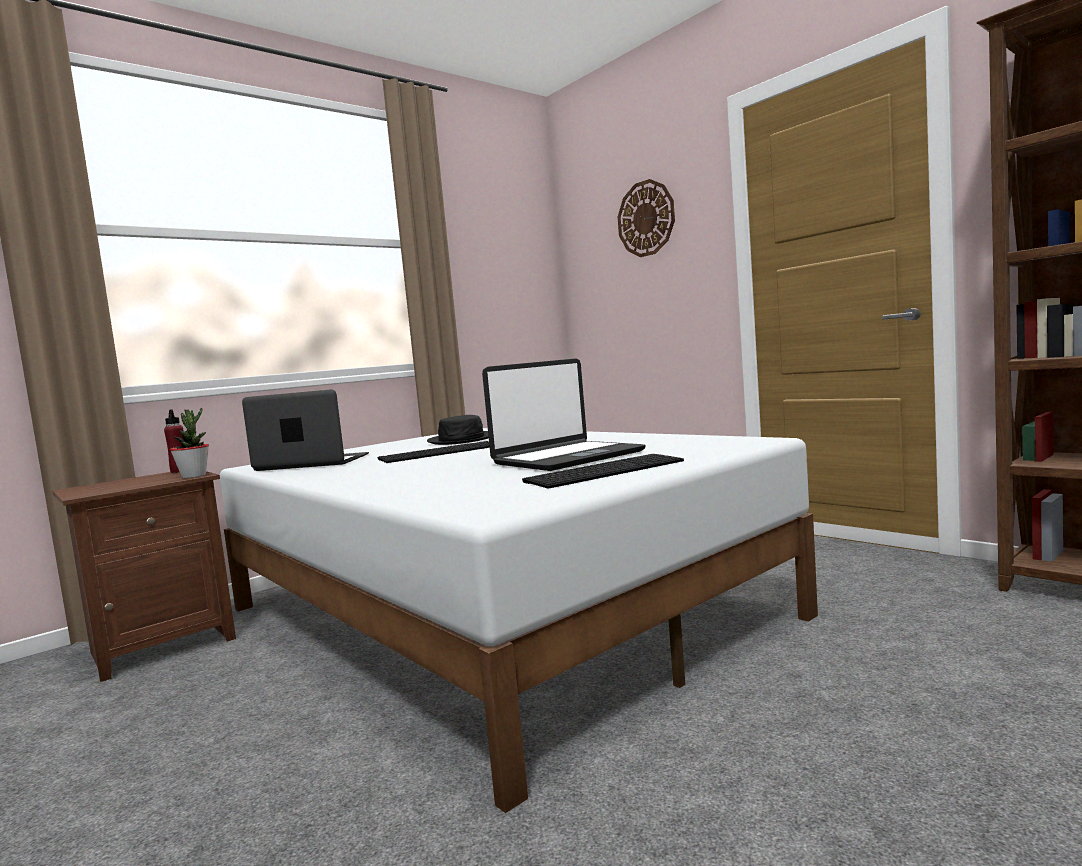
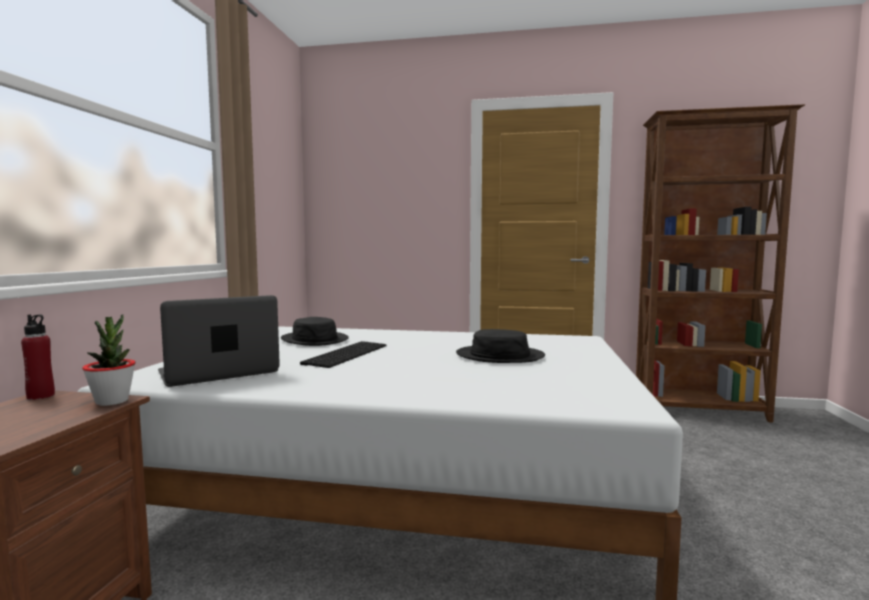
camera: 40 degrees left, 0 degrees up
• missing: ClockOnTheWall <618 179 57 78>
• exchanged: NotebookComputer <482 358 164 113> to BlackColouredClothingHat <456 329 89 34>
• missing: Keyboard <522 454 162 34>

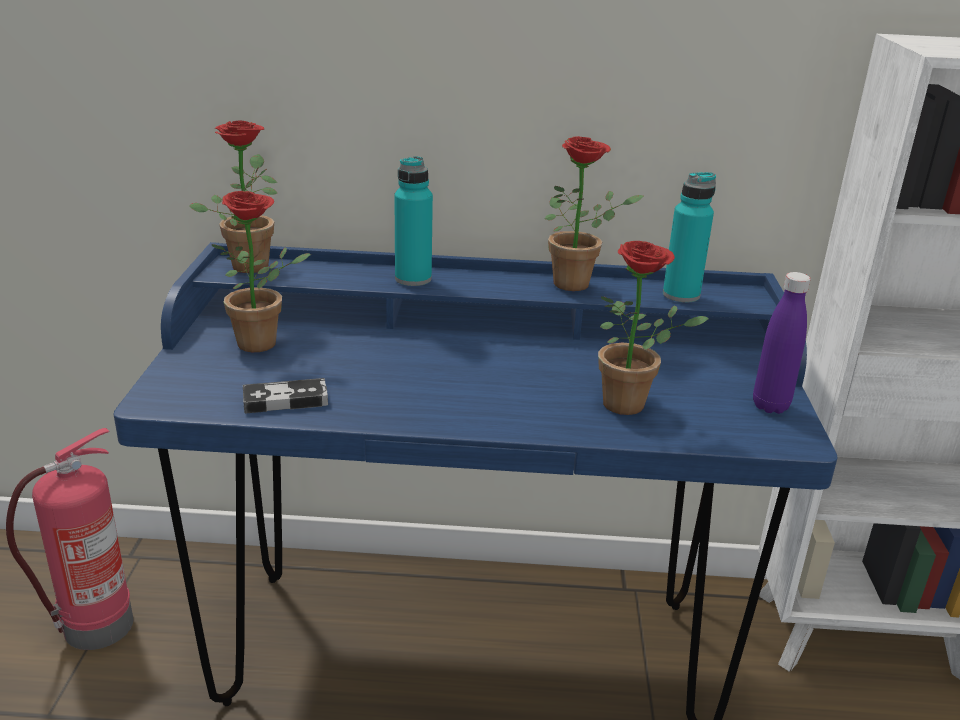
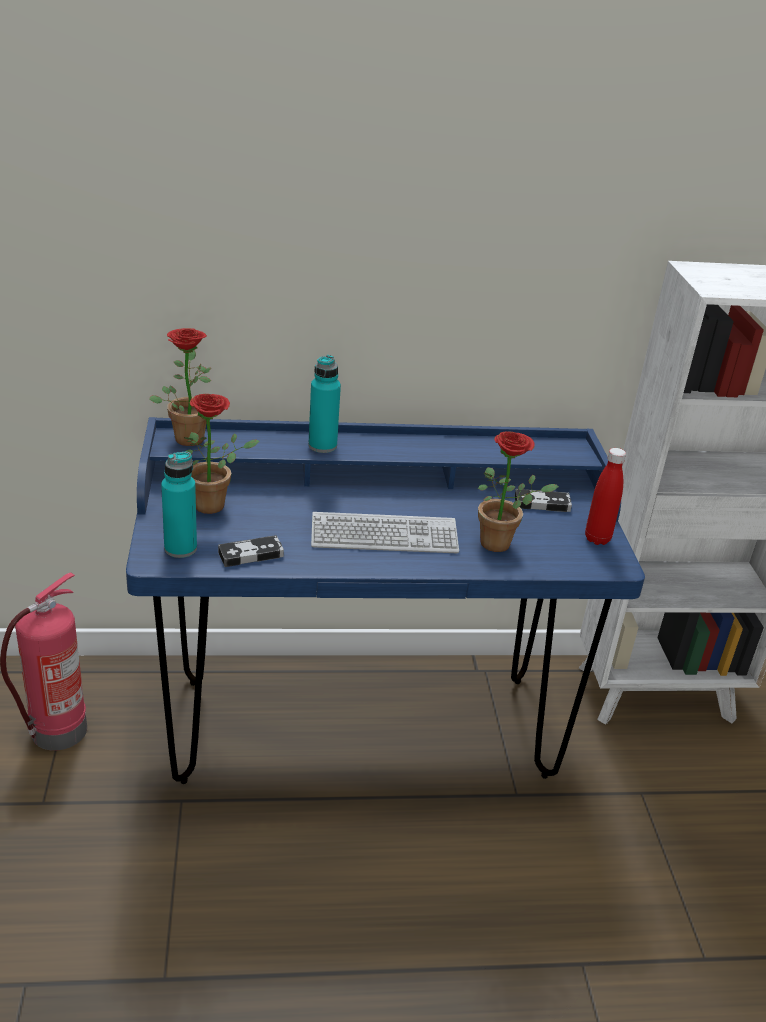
camera: 10 degrees left, 5 degrees up
• missing: Houseplant <545 136 99 155>
• relocated: BlueGreenBottle <663 172 53 131> to <161 452 36 106>
• colour: PurplishBottle <753 272 58 142> to ReddishBottle <585 448 41 97>
• appeared: Joypad <515 489 57 23>
• appeared: Keyboard <311 512 148 41>

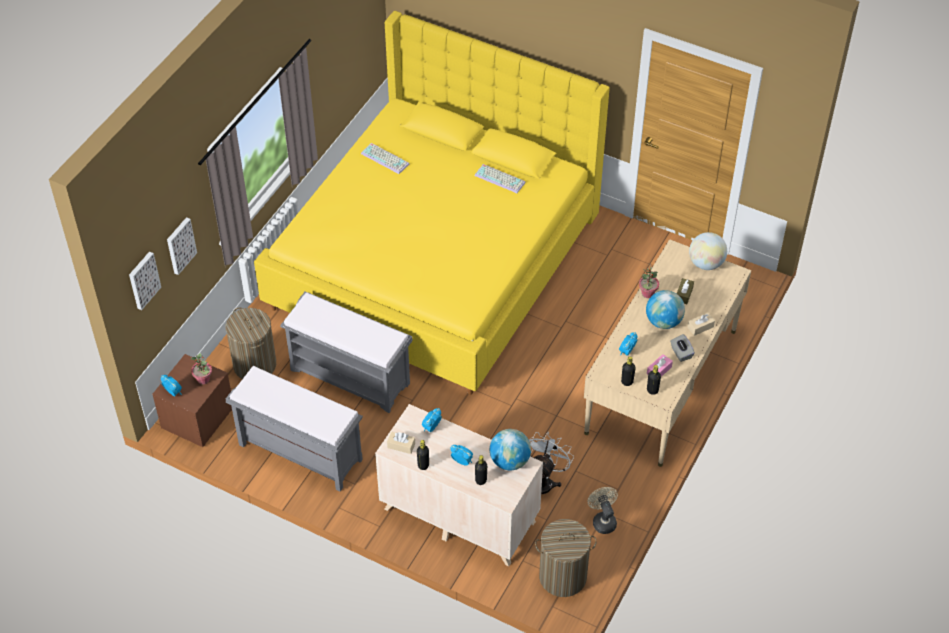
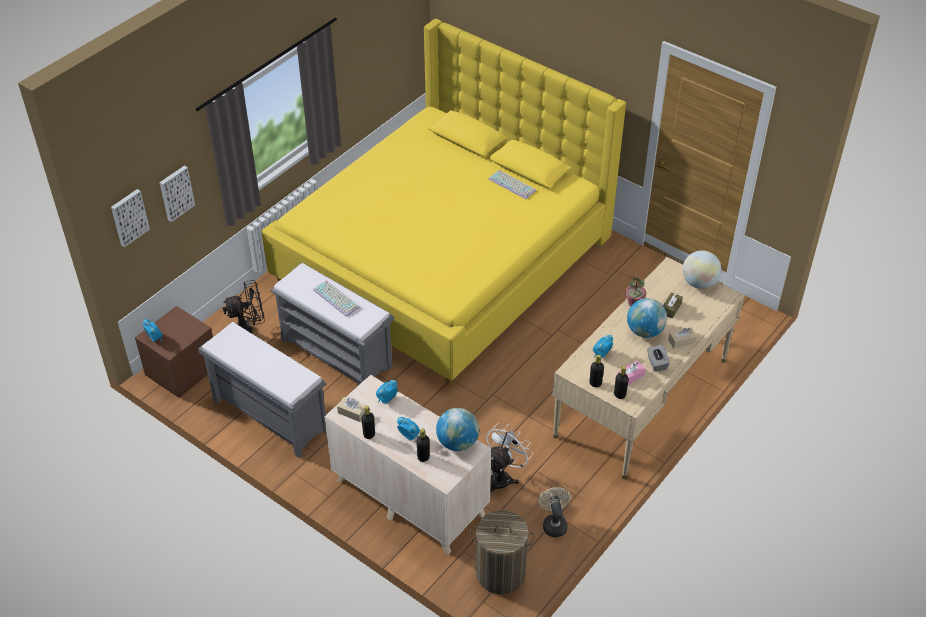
camera: 10 degrees right, 5 degrees down
• relocated: Keyboard <361 143 48 31> to <313 280 47 37>
• exchanged: LaundryBasket <226 307 50 72> to BlackColouredFan <222 280 43 54>
• missing: Houseplant <191 353 21 31>

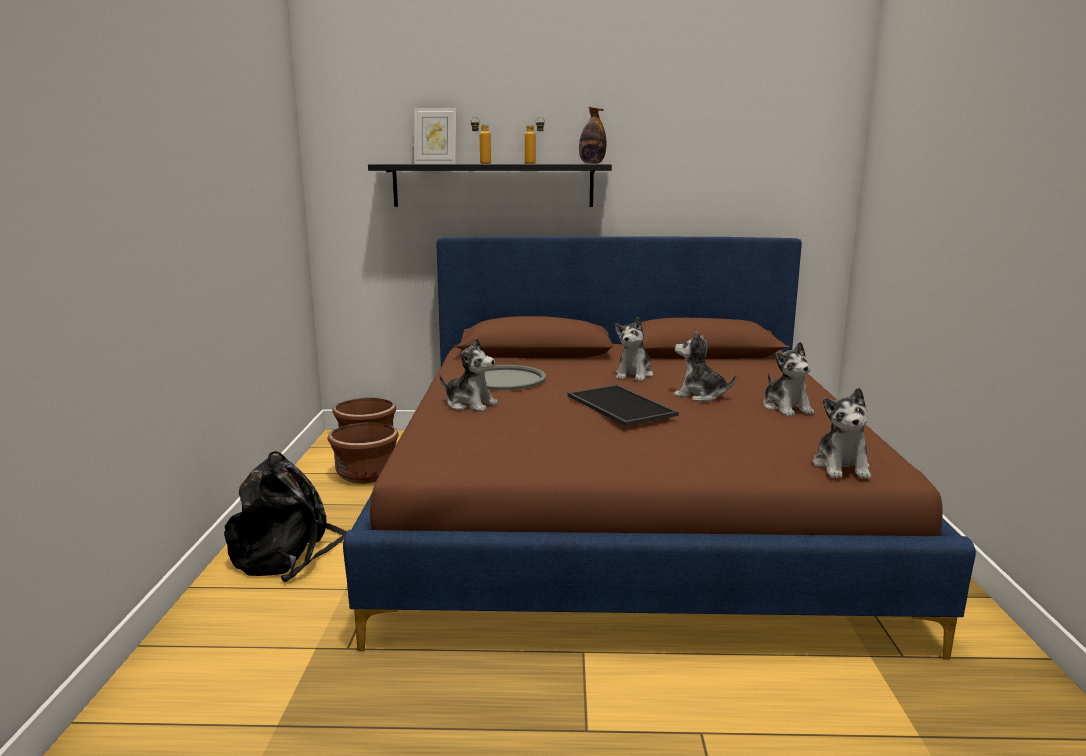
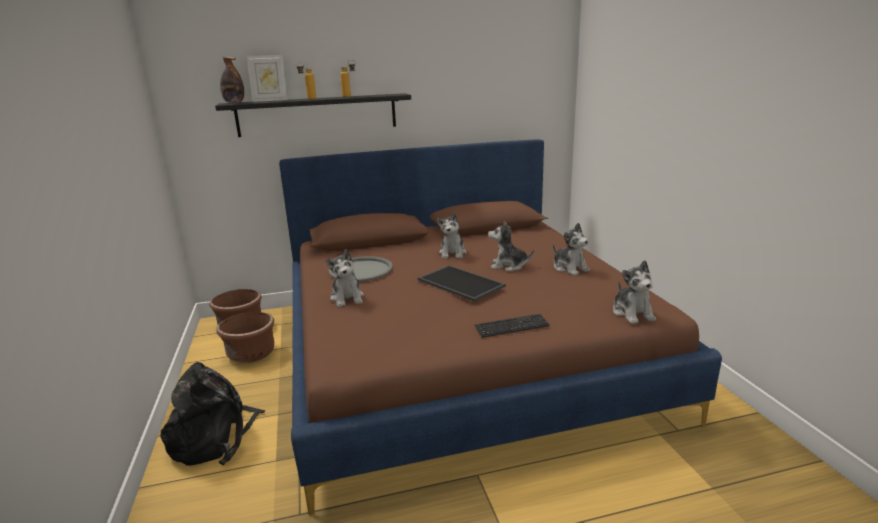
camera: 15 degrees left, 5 degrees up
• relocated: Bottle <579 107 27 57> to <220 57 24 46>
• spun: SoftToy <439 338 59 74> = <326 249 38 58> 60 degrees clockwise
• appeared: Keyboard <474 314 76 24>

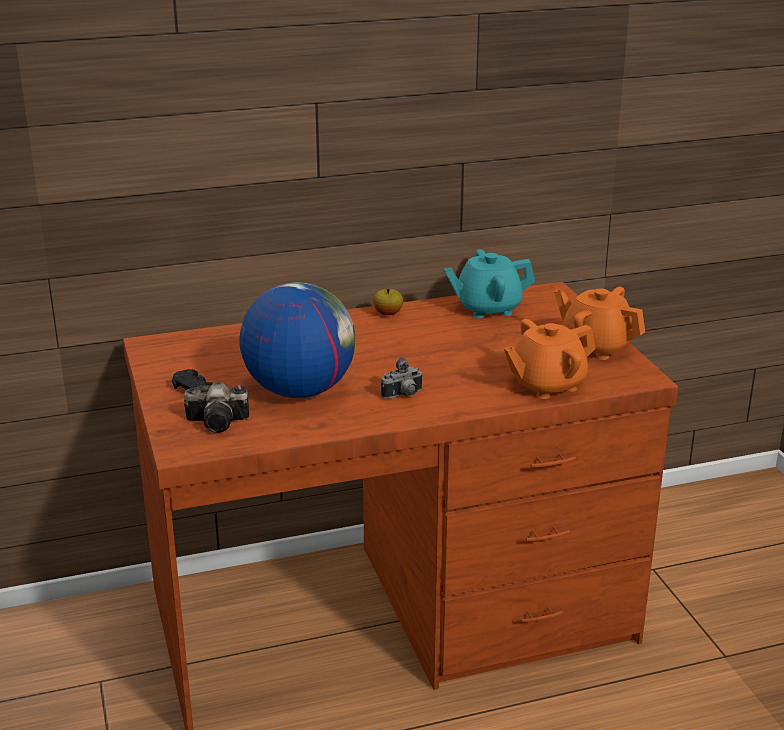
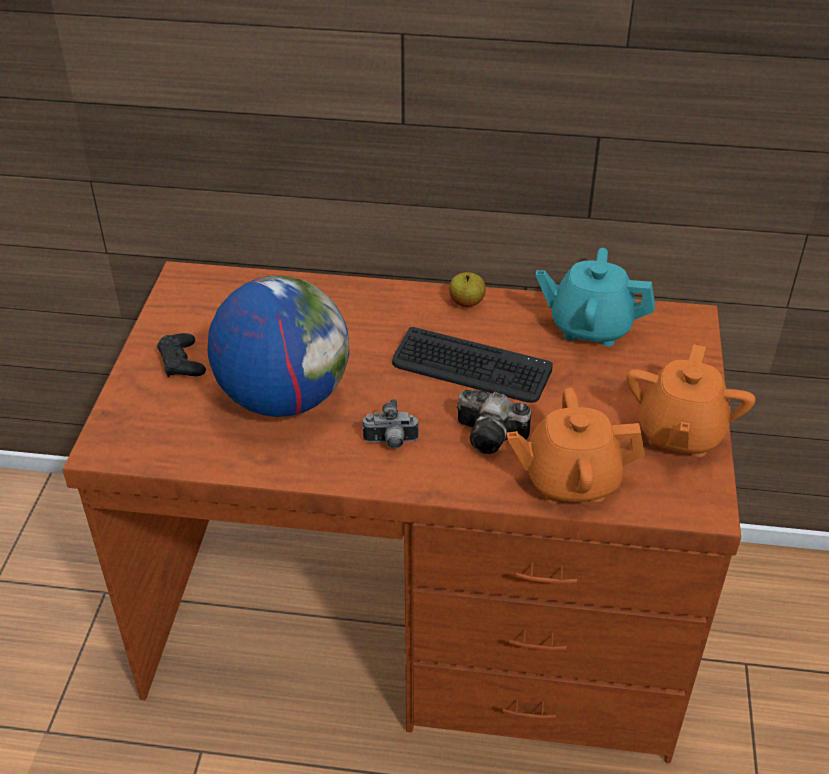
camera: 25 degrees right, 15 degrees up
• spun: OrangePotForTea <554 287 91 73> = <627 344 128 113> 135 degrees counterclockwise
• relocated: PhotoCamera <184 382 65 51> to <457 390 74 64>
• appeared: Keyboard <392 327 161 76>

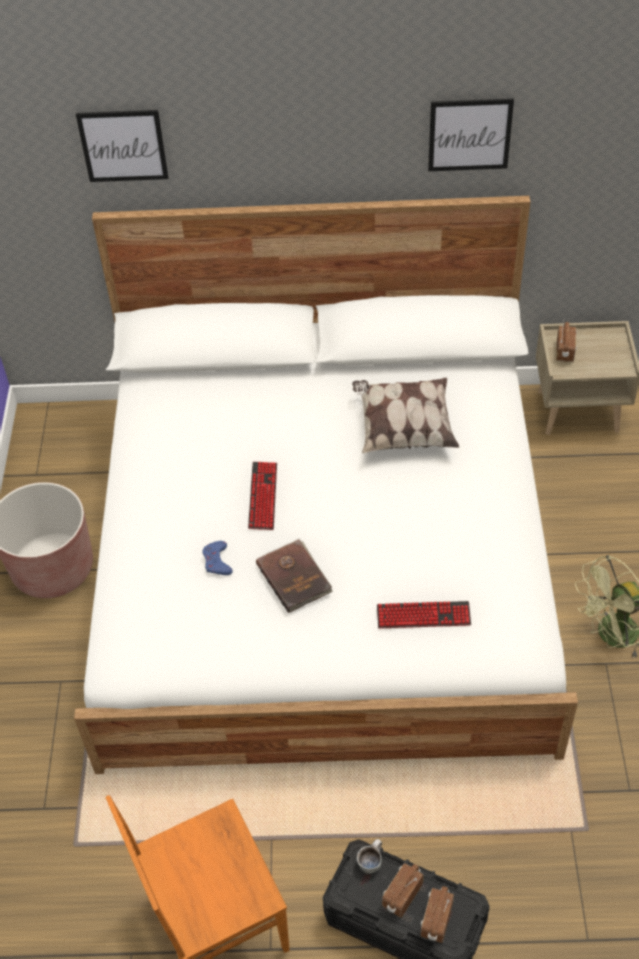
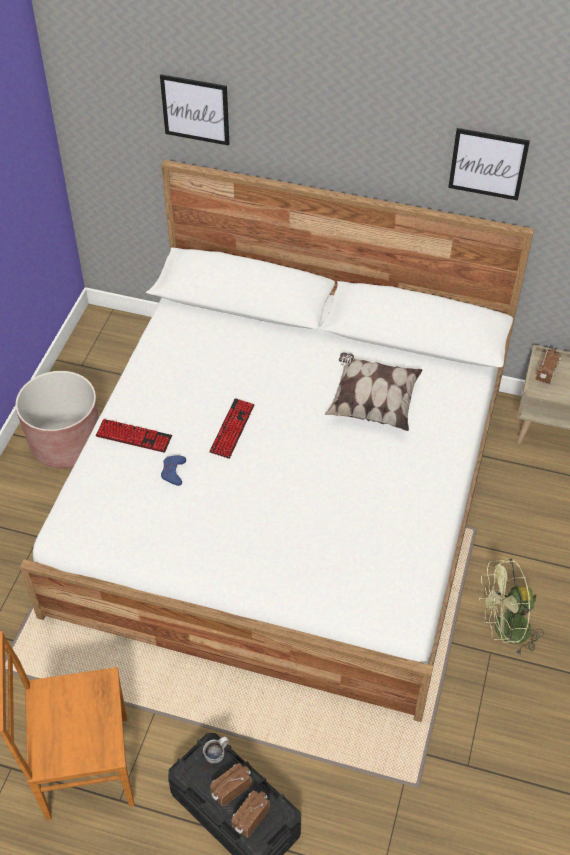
camera: 15 degrees right, 0 degrees up
• missing: BrownBook <256 539 77 74>
• relocated: Keyboard <377 601 94 27> to <96 419 76 34>

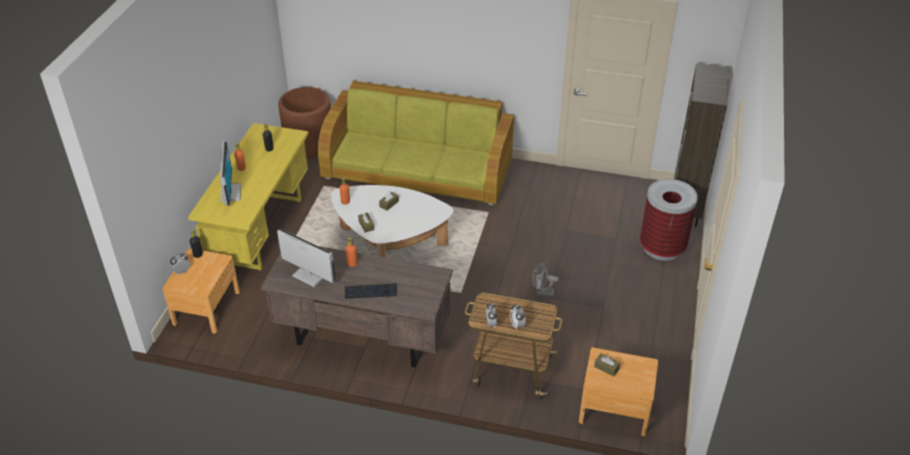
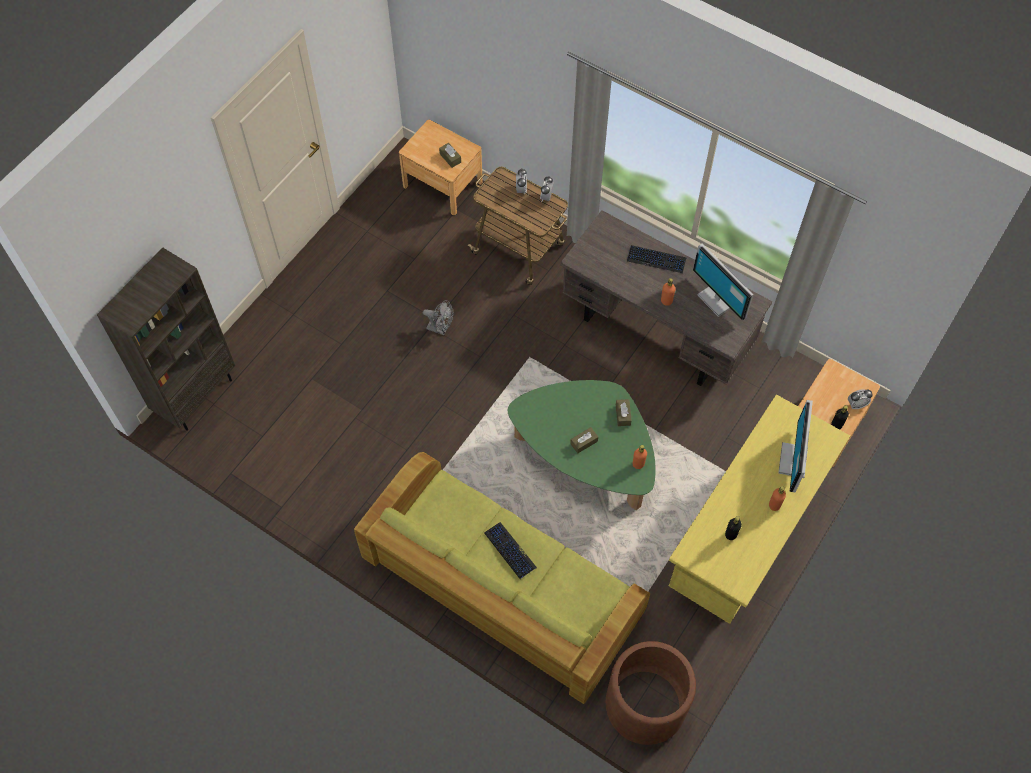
camera: 160 degrees left, 20 degrees up
• missing: TrashCan <640 179 58 82>
• colour: WhiteLowTable <331 185 122 73> to GreenLowTable <508 380 148 130>
• appeared: Keyboard <484 522 53 58>

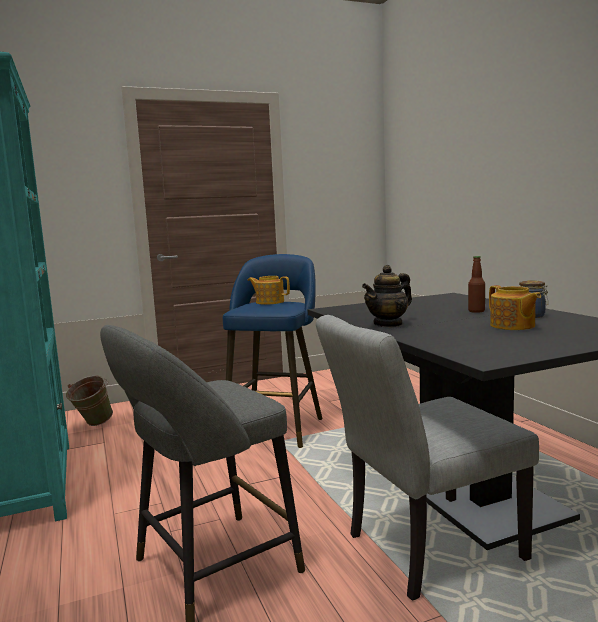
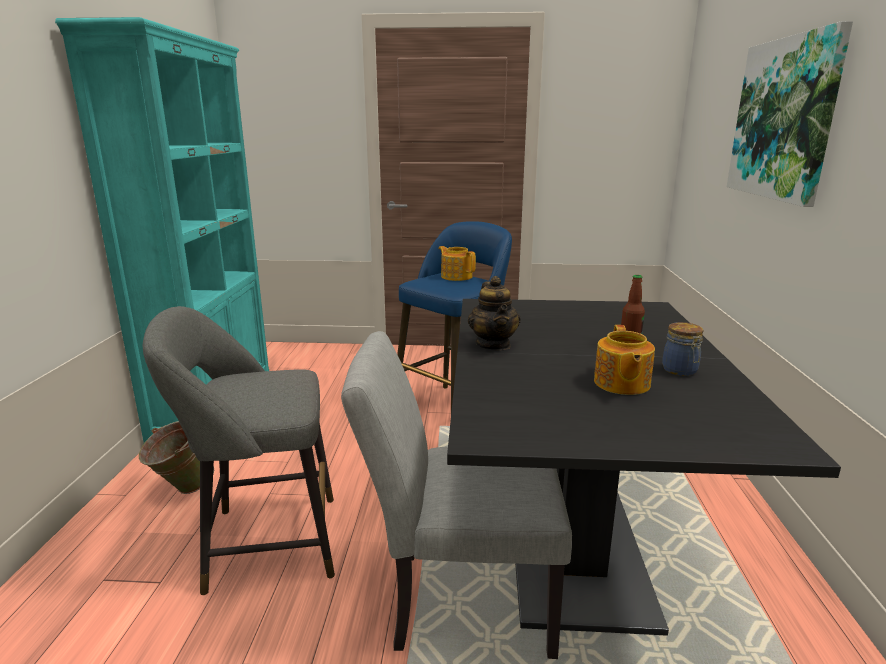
camera: 25 degrees right, 10 degrees up
• spun: PotForTea <362 265 50 63> = <468 276 53 75> 90 degrees counterclockwise
• relocated: GreenPail <66 376 47 50> to <139 421 75 73>
• appeared: Picture <727 21 126 186>

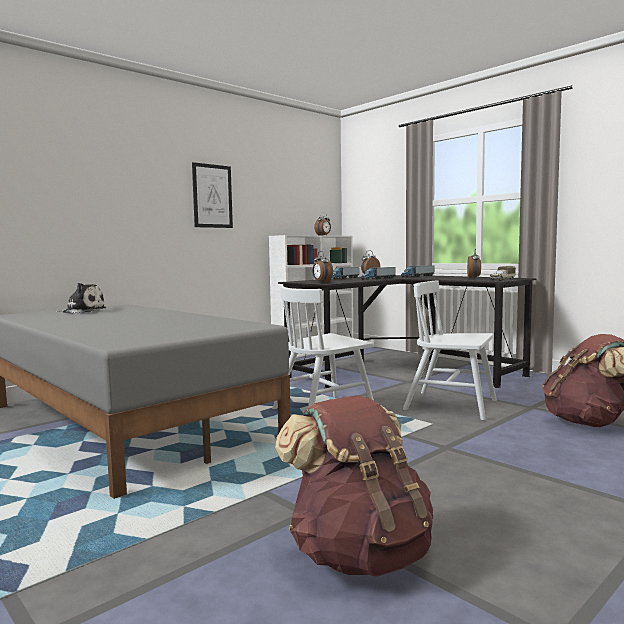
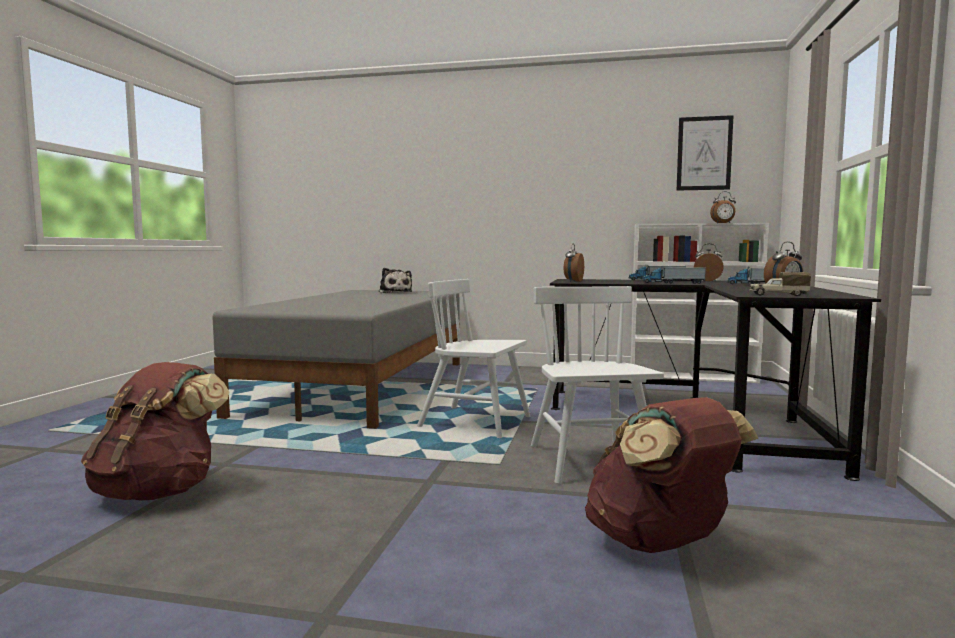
camera: 55 degrees right, 0 degrees up
• relocated: Picture <192 162 41 66> to <677 115 57 76>

